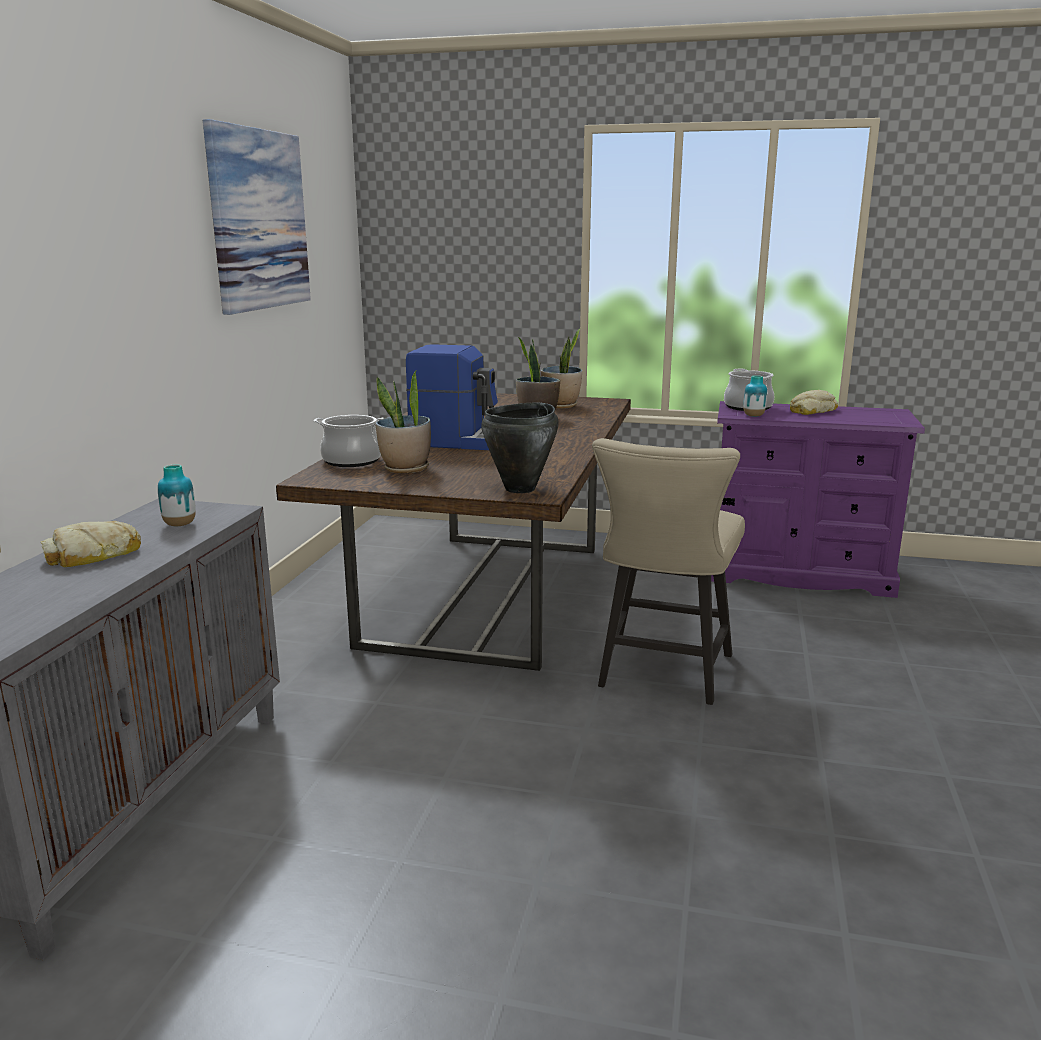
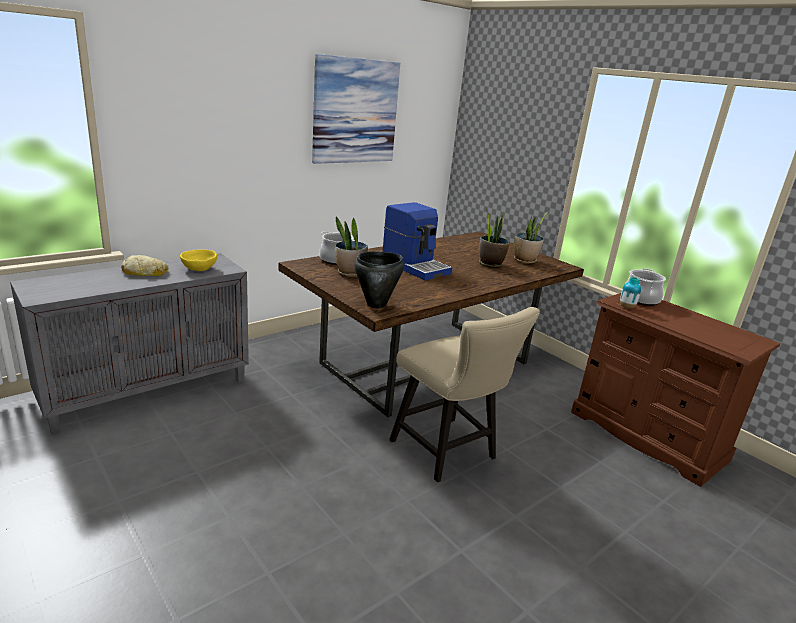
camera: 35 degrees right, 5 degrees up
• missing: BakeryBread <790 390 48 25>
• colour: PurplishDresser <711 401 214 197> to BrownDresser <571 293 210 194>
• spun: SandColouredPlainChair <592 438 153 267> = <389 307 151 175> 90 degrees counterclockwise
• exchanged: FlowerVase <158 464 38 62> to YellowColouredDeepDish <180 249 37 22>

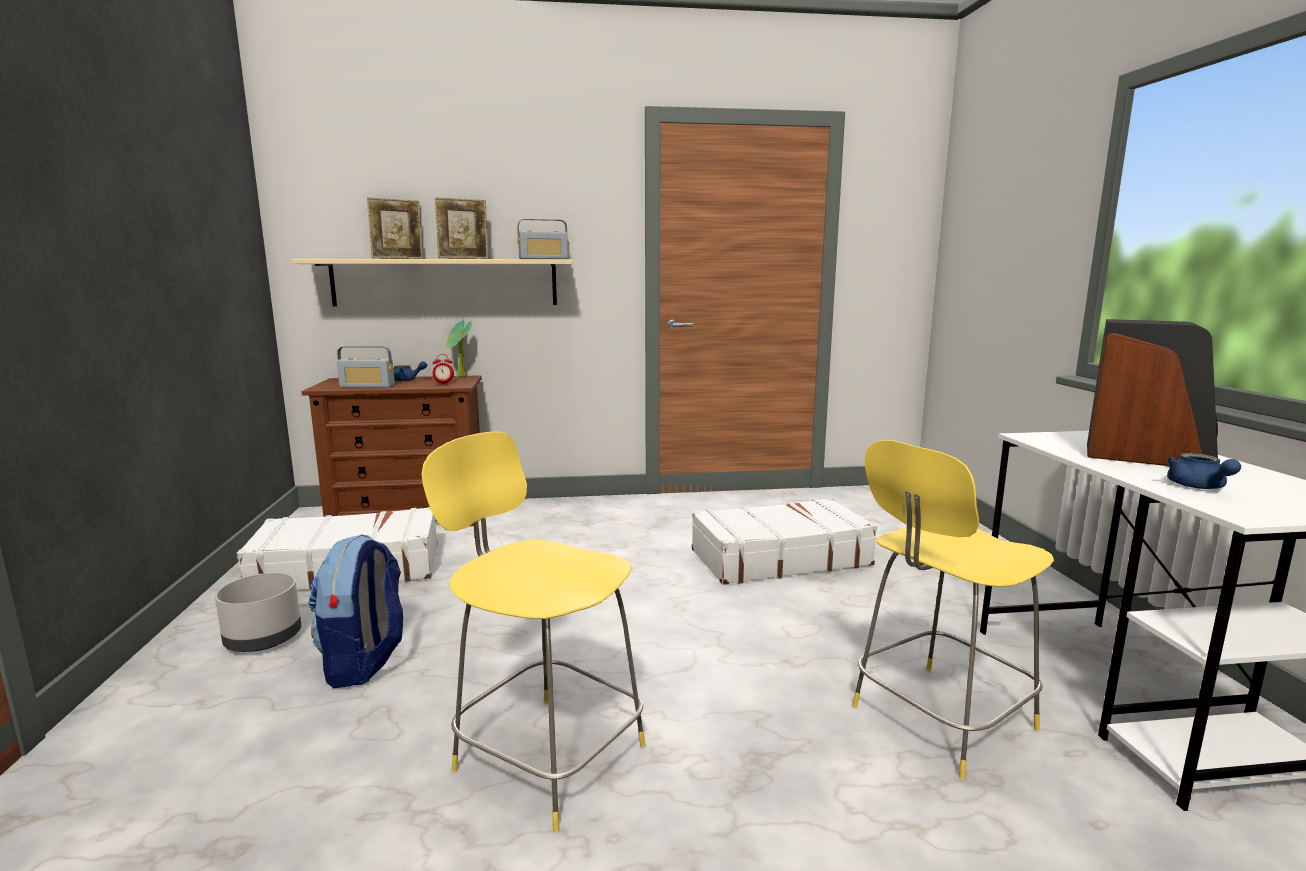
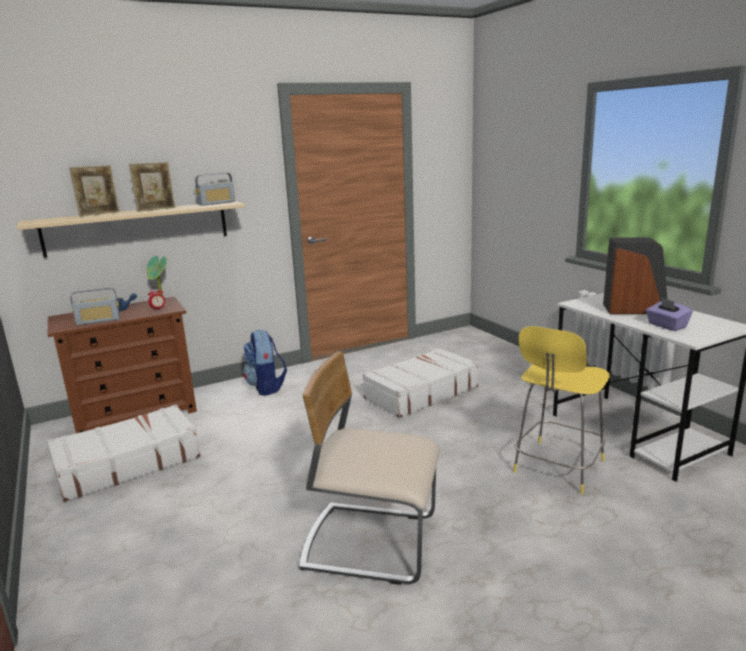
camera: 20 degrees left, 5 degrees up
• exchanged: YellowColouredSittingStool <422 432 224 401> to SandColouredPlainChair <299 352 141 233>
• exchanged: BluishPotForTea <1167 453 74 36> to PurplishBoxOfTissues <646 298 47 33>
• relocated: Knapsack <308 534 95 154> to <243 329 44 67>
• missing: GreyishFlowerPot <215 573 86 79>

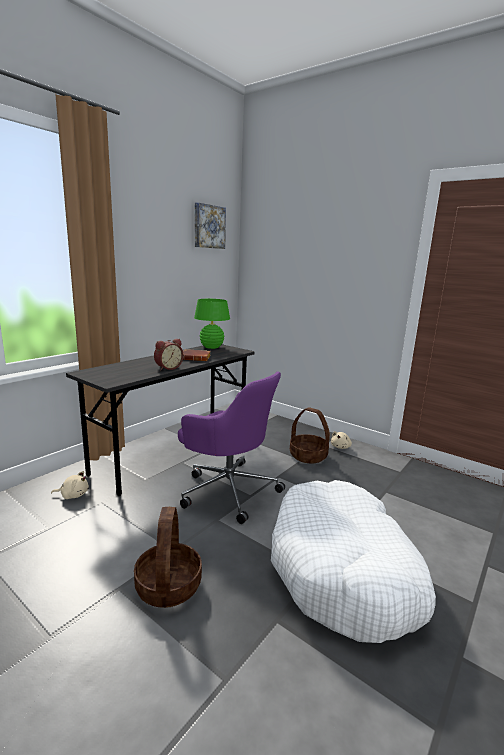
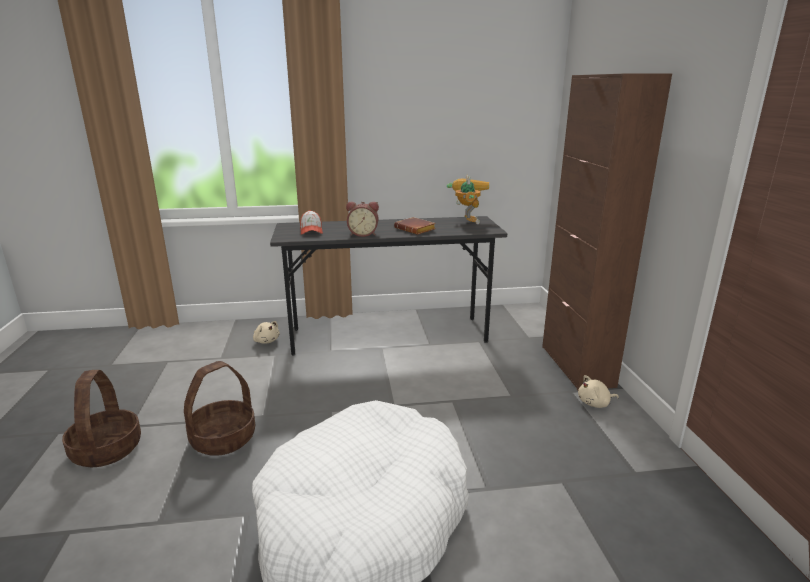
camera: 45 degrees right, 5 degrees up
• missing: Picture <195 203 31 46>
• exchanged: GreenTabletopLamp <194 299 36 50> to ModelRobot <447 175 42 49>
• missing: PurplishOfficeChair <178 372 107 152>
• relocated: StorageBasket <290 407 40 56> to <62 370 79 97>
• appeared: BrownStorageCabinet <542 73 130 318>
• appeared: PeakedCap <300 210 23 25>

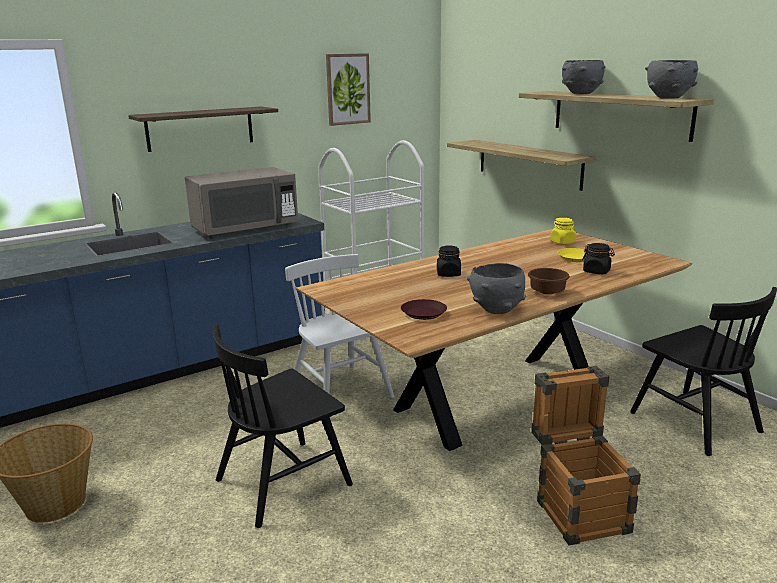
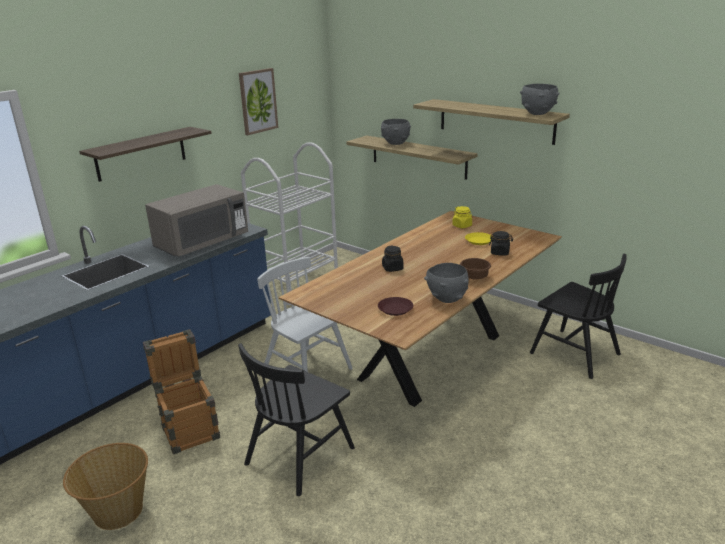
camera: 15 degrees left, 5 degrees up
• relocated: GreyishDeepDish <562 60 44 34> to <381 119 30 26>
• relocated: PackingCrate <531 366 110 179> to <143 329 77 126>

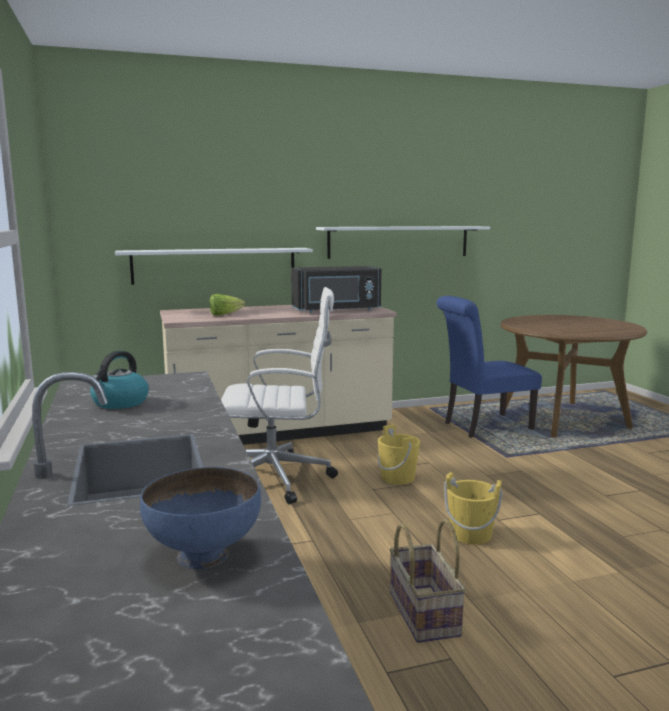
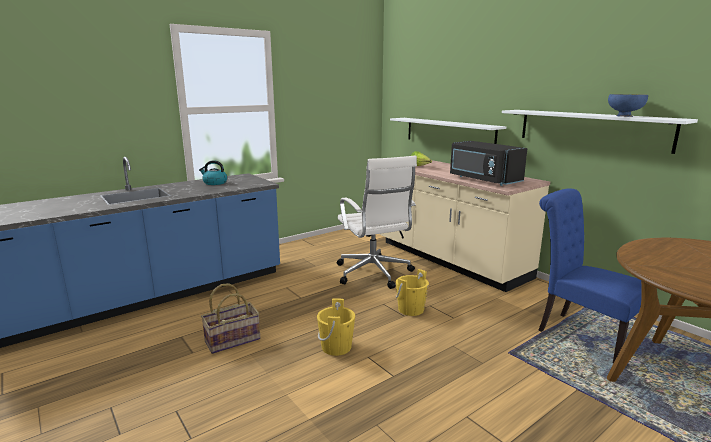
camera: 70 degrees right, 5 degrees up
• relocated: BluishDeepDish <140 467 121 102> to <608 94 40 23>

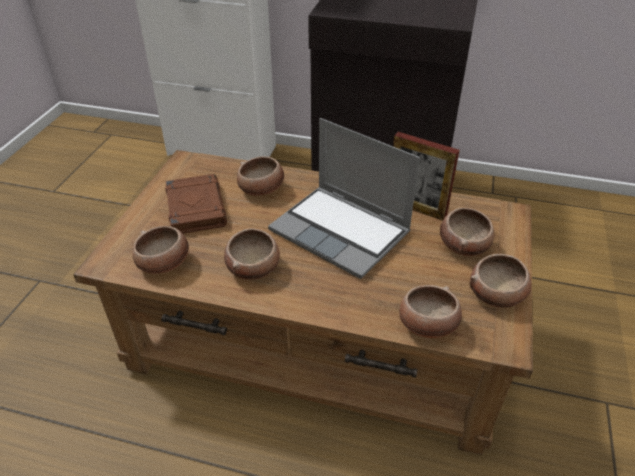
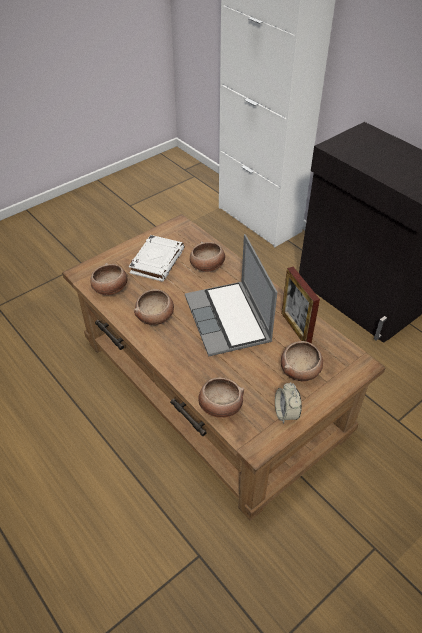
camera: 35 degrees right, 5 degrees up
• colour: BrownBook <165 174 62 60> to WhiteBook <129 235 56 47>
• exchanged: DeepDish <470 254 61 54> to AlarmClock <275 382 27 42>

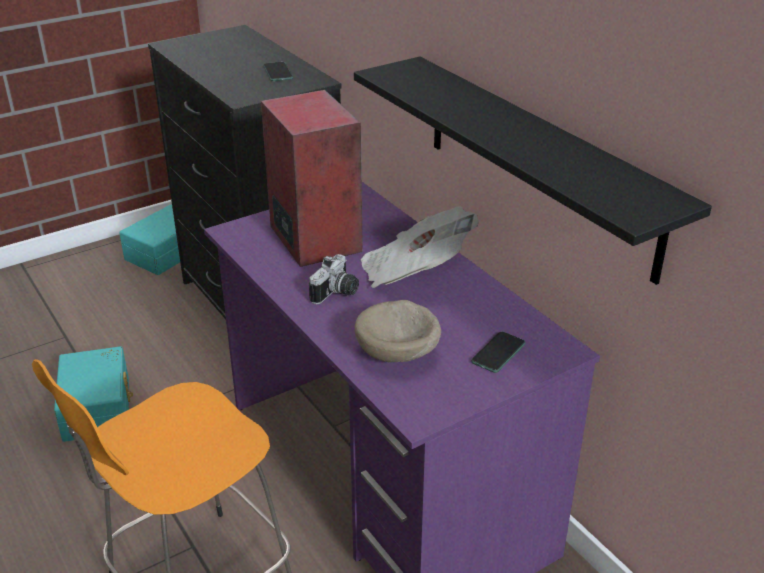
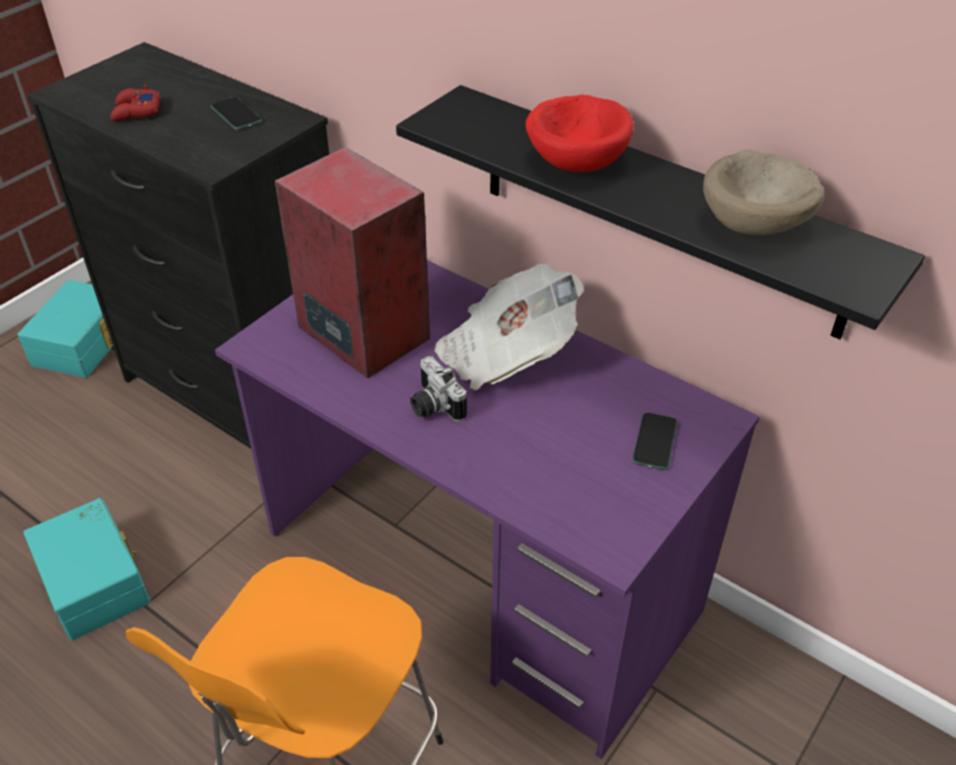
camera: 20 degrees left, 10 degrees up
• spun: PhotoCamera <309 254 50 51> = <410 356 57 65> 135 degrees clockwise
• relocated: SandColouredDeepDish <354 300 87 62> to <703 150 122 85>
• appeared: ReddishJoypad <110 85 51 36>
• appeared: ReddishDeepDish <526 95 108 77>

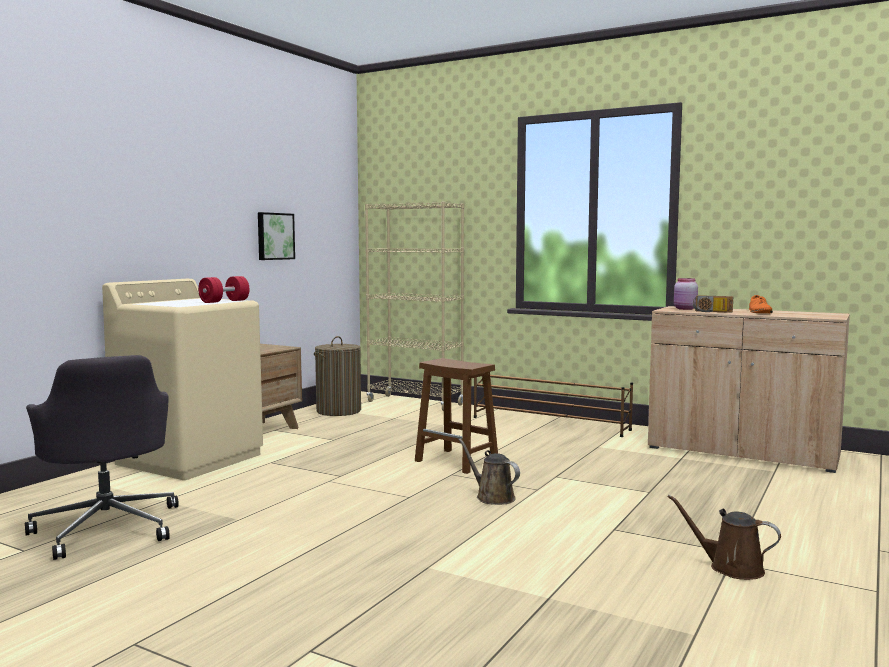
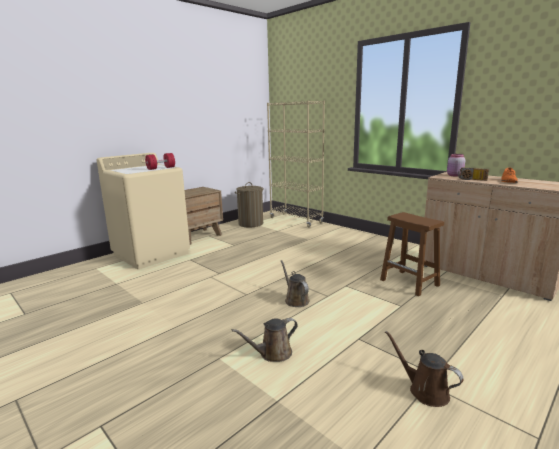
camera: 15 degrees right, 10 degrees up
• missing: Picture <258 212 37 48>
• missing: GreyishOfficeChair <25 355 154 205>
• relocated: BrownSittingStool <415 358 83 116> to <380 212 64 84>
• missing: BrownShoeRack <474 375 159 62>
• appeared: BrownWateringCan <232 318 66 44>

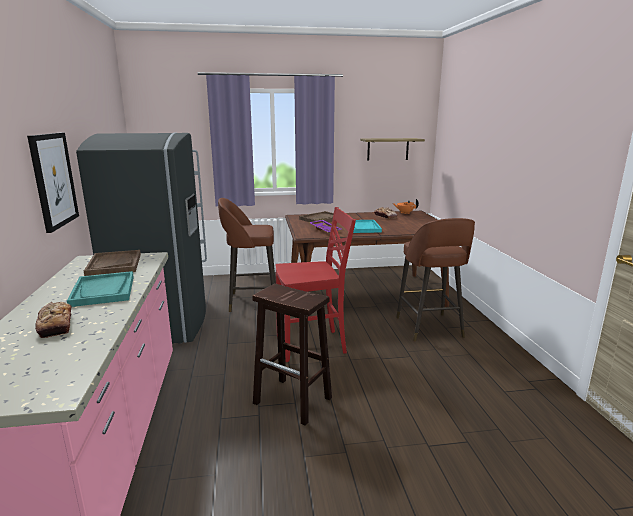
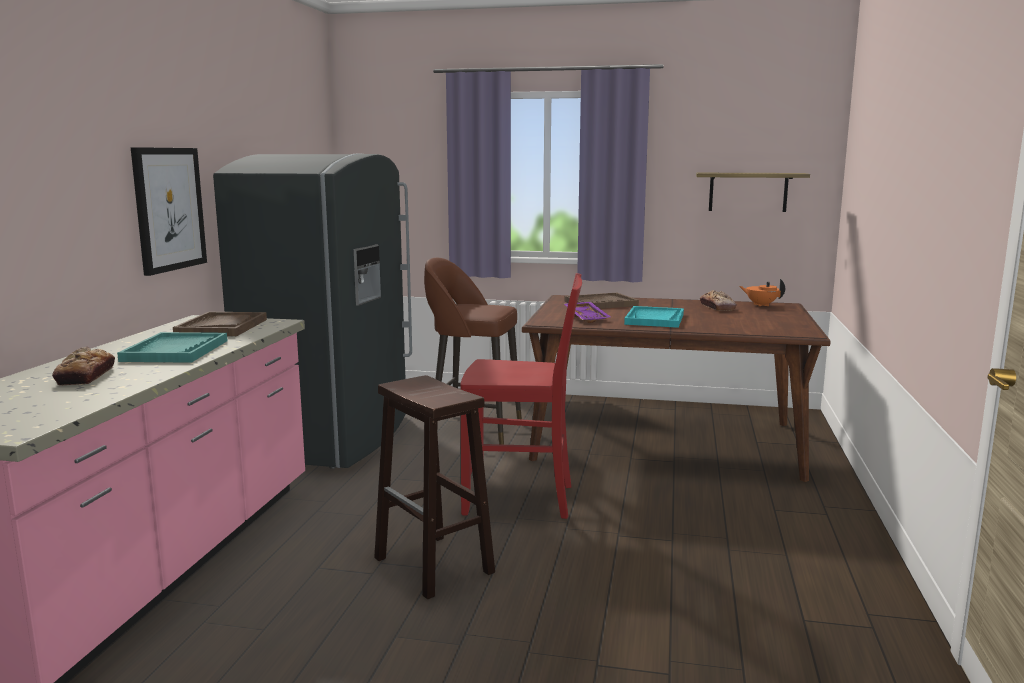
camera: 20 degrees right, 5 degrees down
• missing: BrownSittingStool <396 218 79 124>

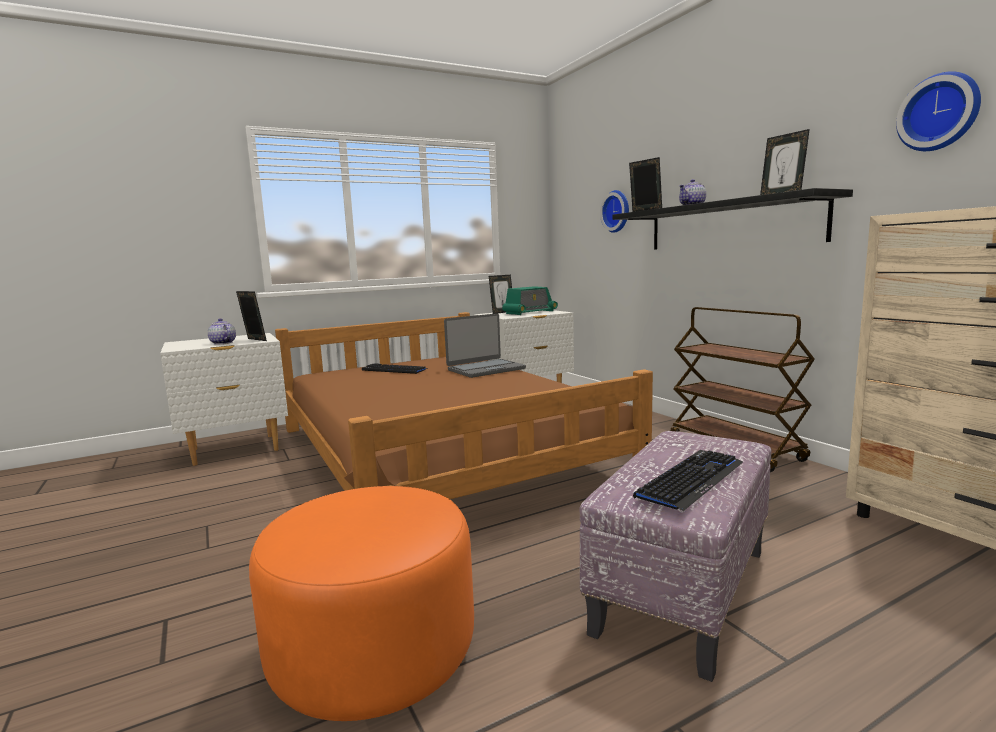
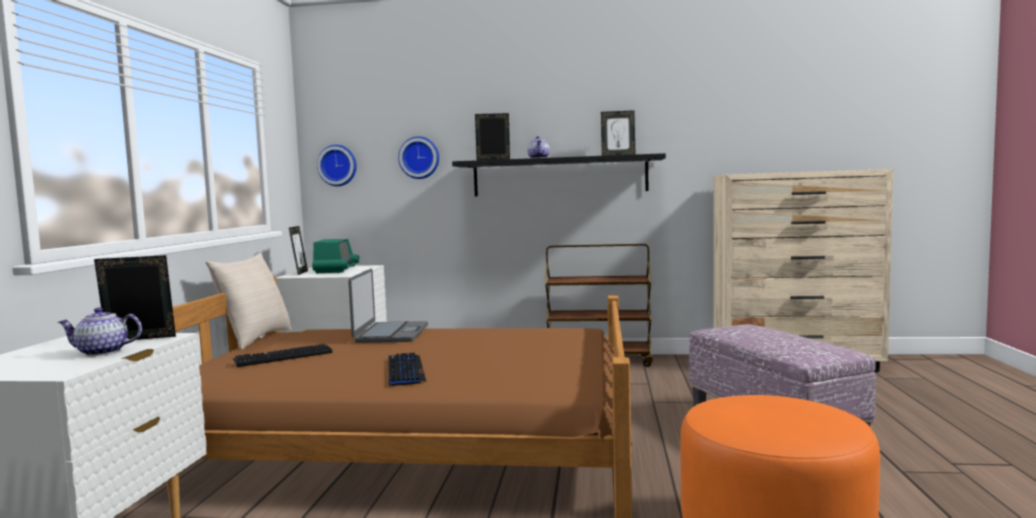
camera: 55 degrees left, 5 degrees down
• relocated: ClockOnTheWall <896 71 85 80> to <317 145 40 41>
• relocated: Keyboard <633 450 110 61> to <388 353 38 33>
• appeared: SandColouredThrowPillow <206 253 86 97>

